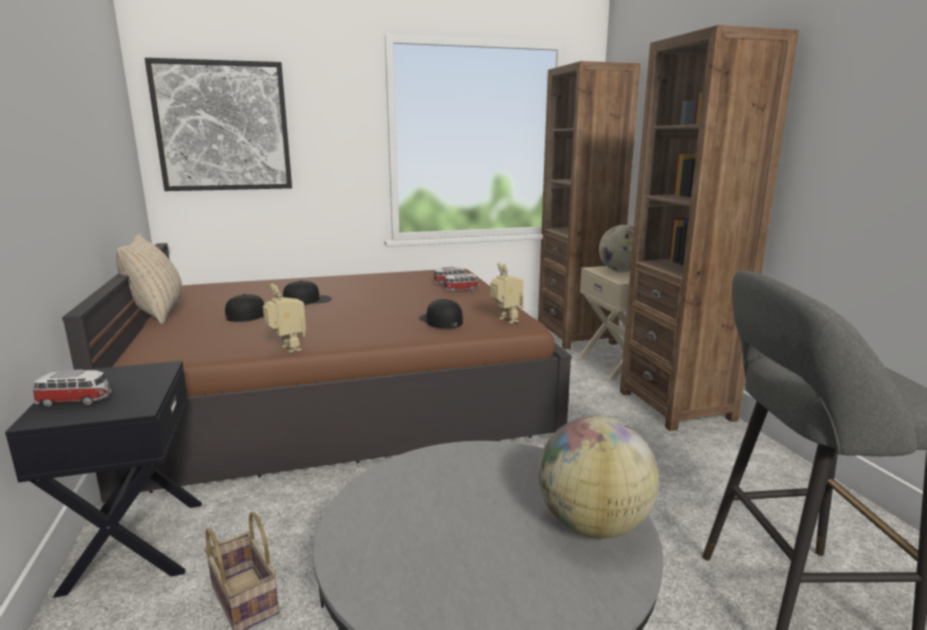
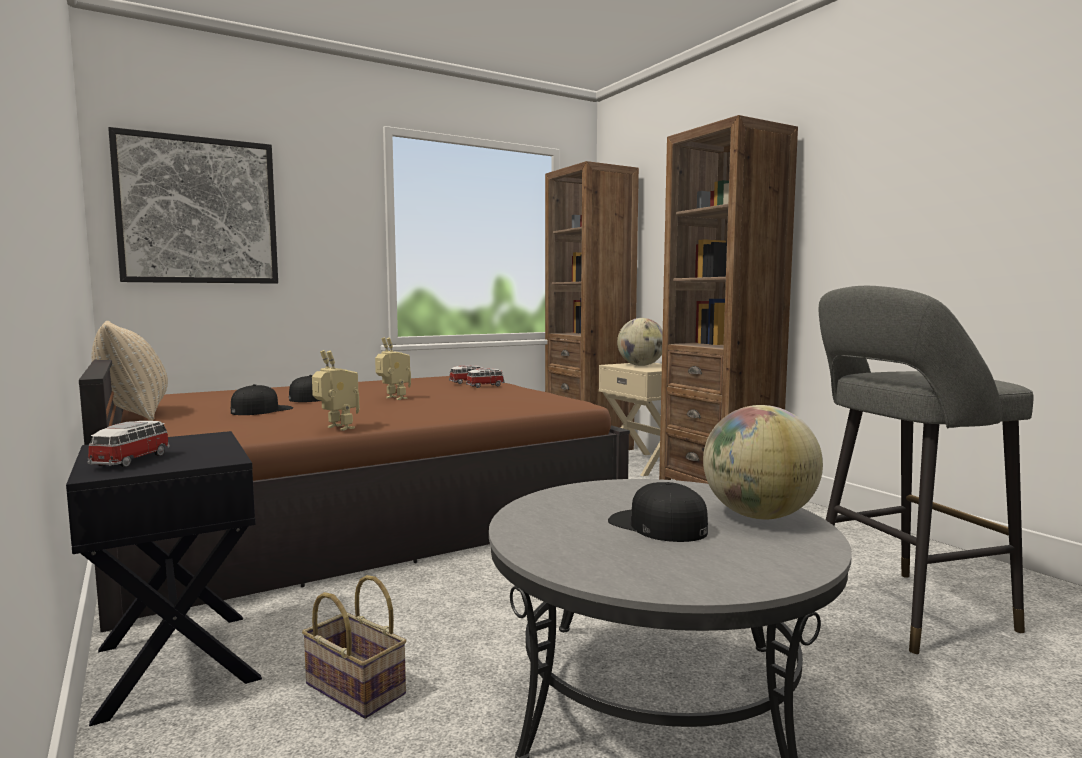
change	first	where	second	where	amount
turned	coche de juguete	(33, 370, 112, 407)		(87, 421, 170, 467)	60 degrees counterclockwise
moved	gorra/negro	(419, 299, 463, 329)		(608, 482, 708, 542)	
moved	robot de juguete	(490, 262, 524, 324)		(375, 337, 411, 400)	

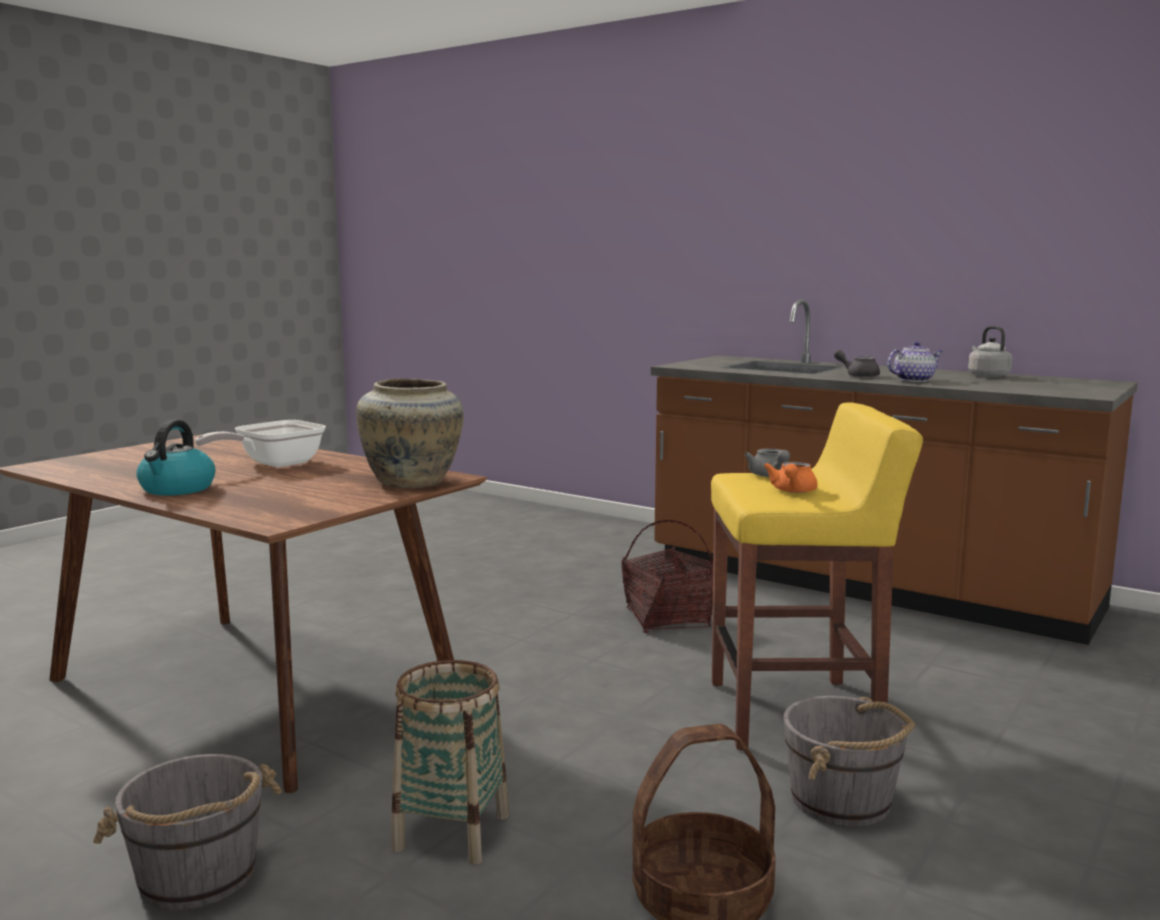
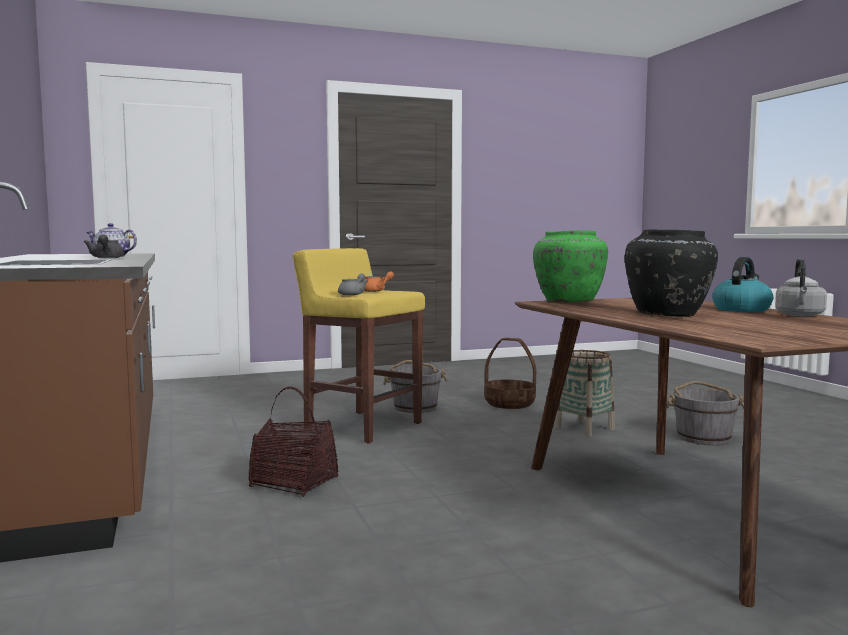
change	first	where	second	where	amount
replaced	sartén	(195, 420, 326, 467)	florero/negro	(625, 230, 718, 317)	
recoloured	florero/beis	(356, 378, 464, 488)	florero/verde	(533, 230, 608, 302)	
moved	hervidor/gris	(968, 326, 1012, 378)		(775, 258, 827, 317)	

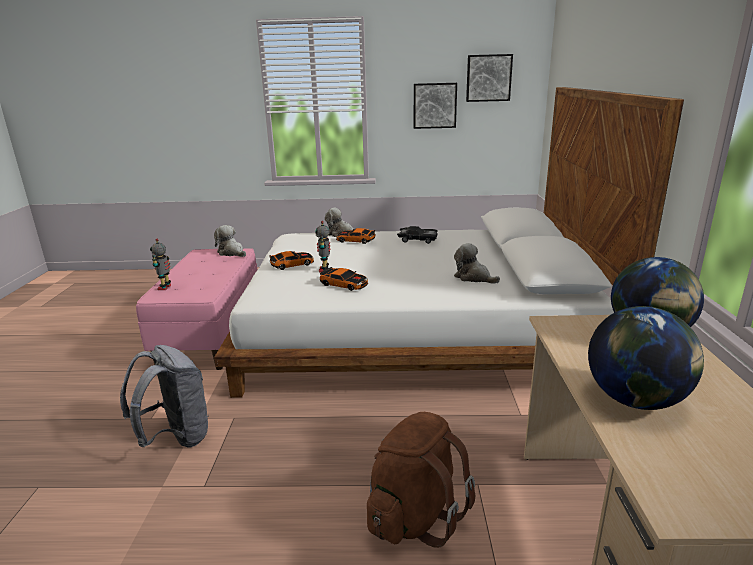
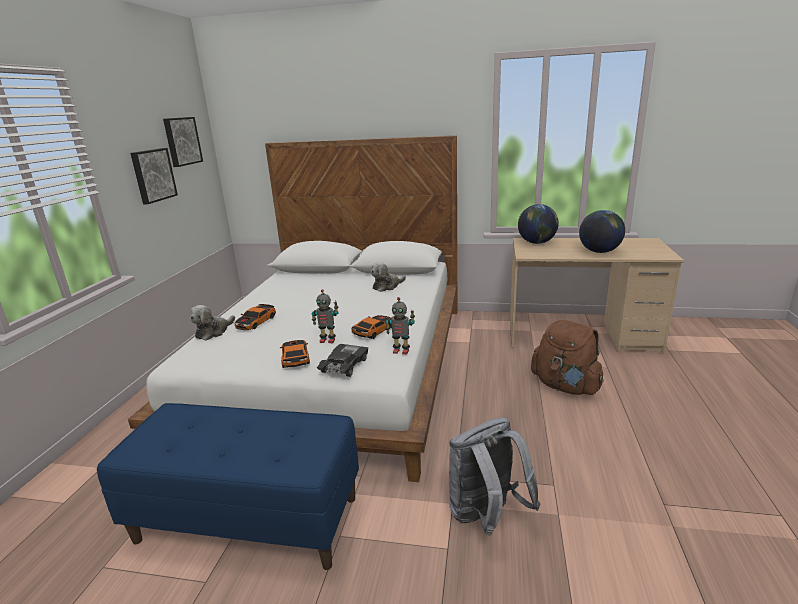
change	first	where	second	where	amount
recoloured	banco/rosa	(136, 248, 258, 370)	banco/azul	(97, 403, 359, 570)	
moved	robot de juguete	(150, 239, 171, 290)		(385, 297, 415, 354)	
removed	peluche	(214, 225, 246, 257)			
moved	coche de juguete/negro	(397, 226, 438, 244)		(317, 344, 368, 377)	

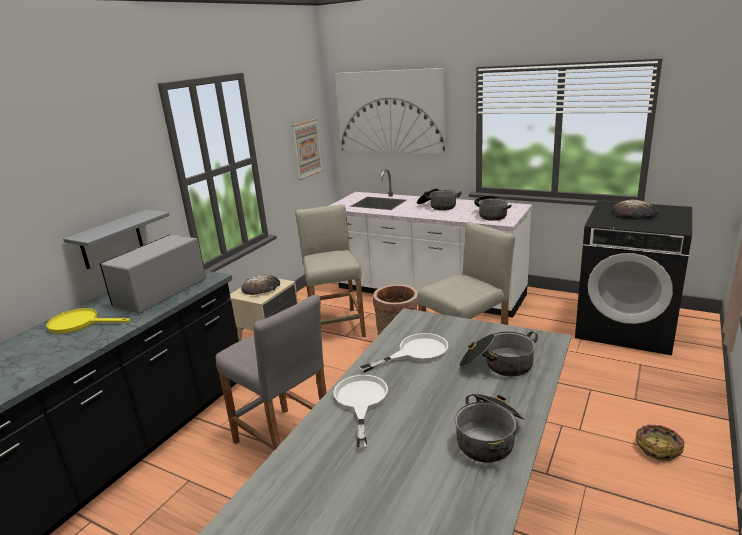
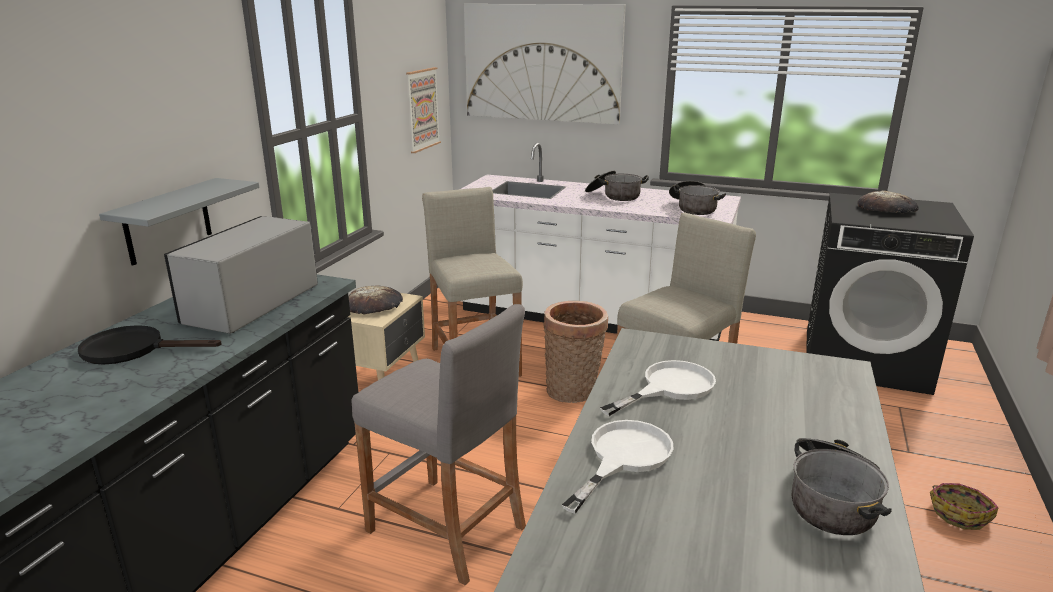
change	first	where	second	where	amount
recoloured	sartén/amarillo	(46, 308, 130, 334)	sartén/negro	(78, 325, 222, 365)	
turned	sartén/blanco	(334, 375, 388, 449)		(562, 420, 674, 514)	45 degrees clockwise
removed	olla	(459, 331, 538, 377)			

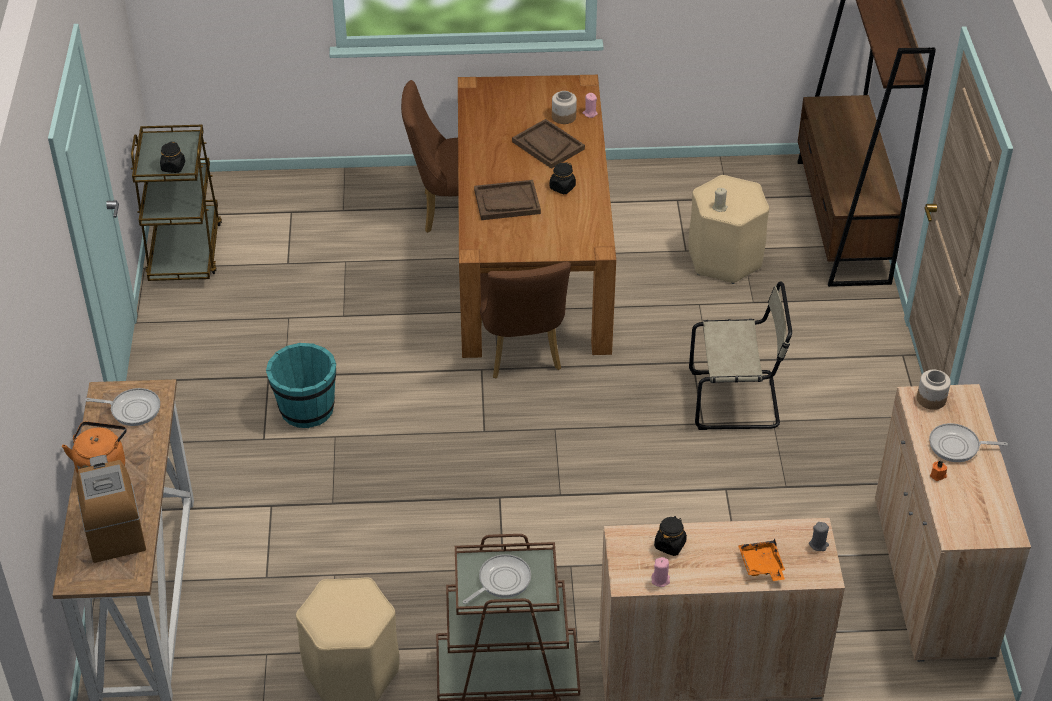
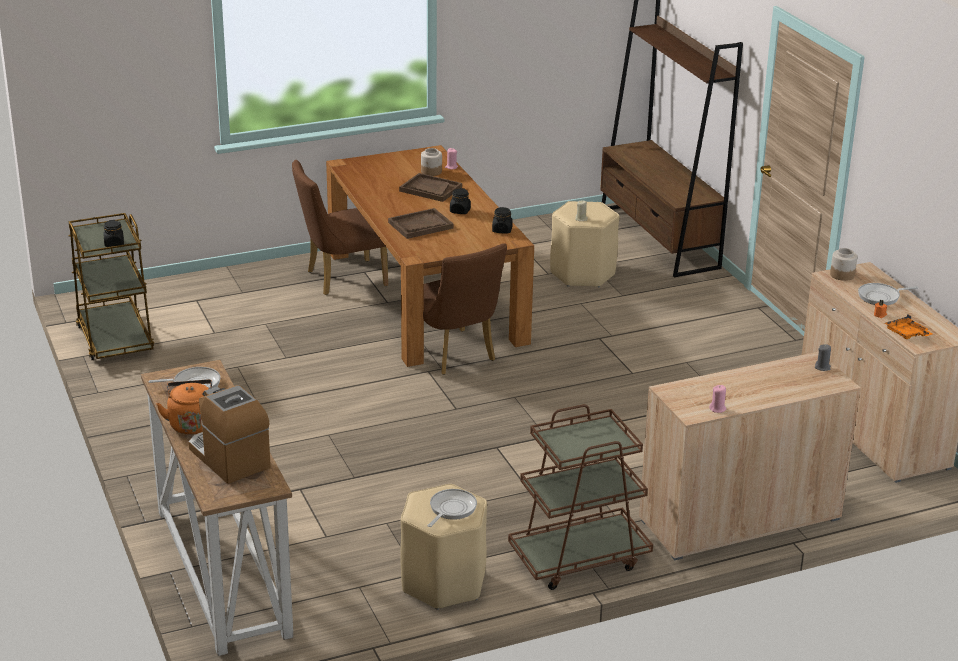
change	first	where	second	where	amount
removed	cubo/turquesa	(266, 343, 336, 428)			
moved	sartén	(463, 554, 531, 604)		(427, 489, 477, 527)	
moved	tarro/negro	(654, 516, 687, 556)		(492, 207, 513, 233)	
removed	silla/beis	(689, 281, 792, 430)			
moved	bandeja/naranja	(738, 539, 785, 581)		(885, 314, 932, 339)	

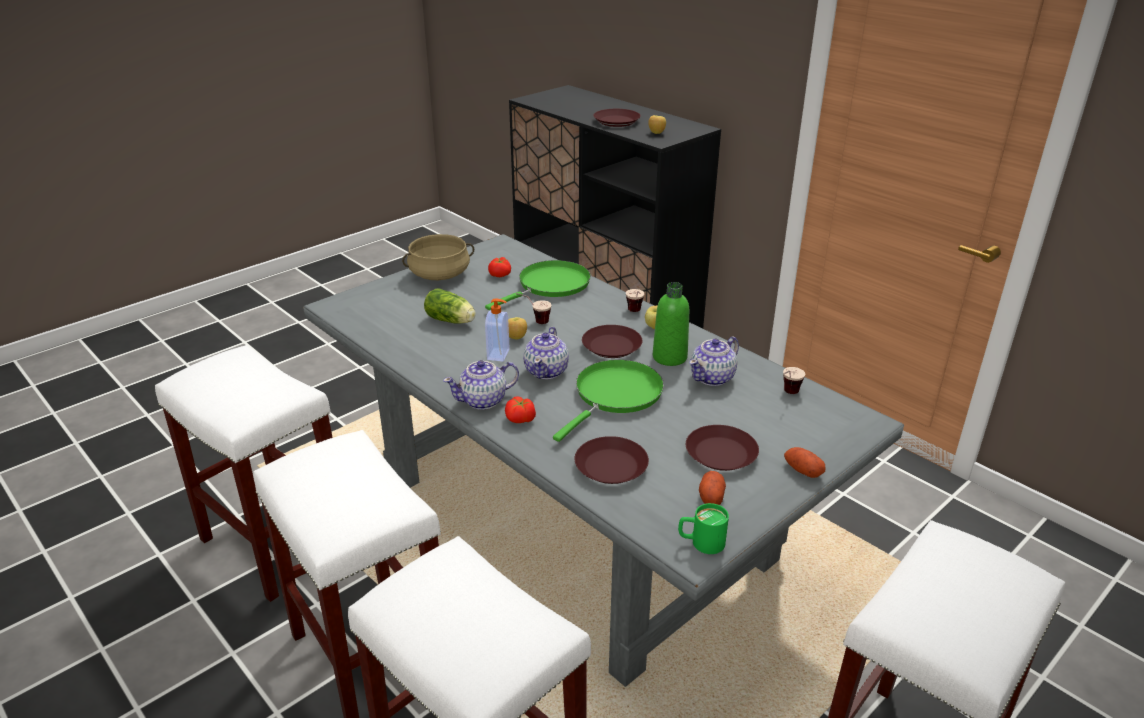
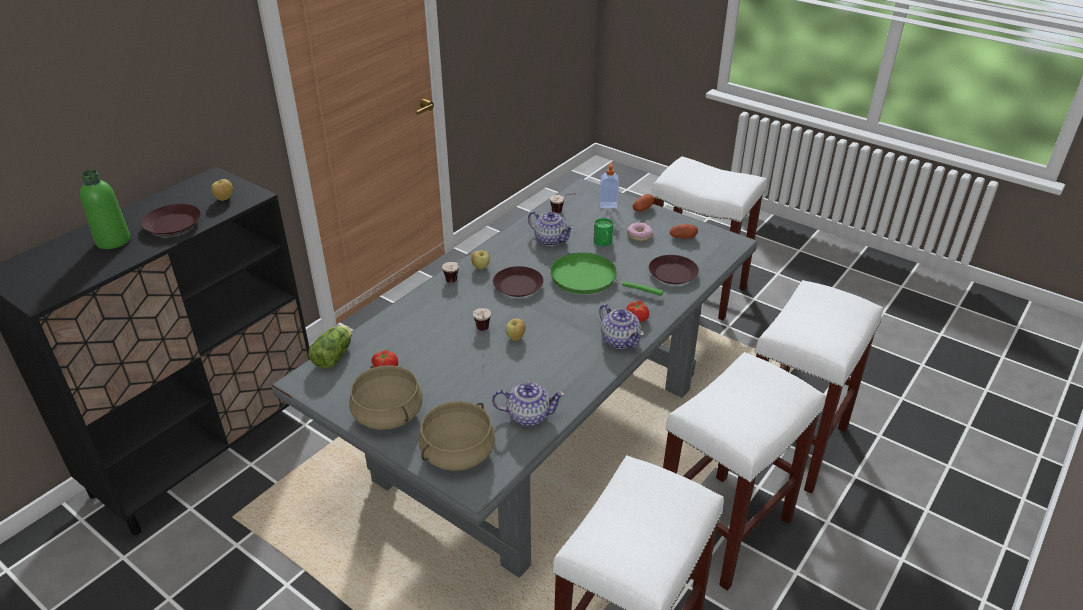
change	first	where	second	where	amount
moved	lechuga	(424, 289, 476, 324)		(308, 325, 352, 369)	
removed	sartén/verde	(485, 260, 591, 310)			
moved	dispensador de jabón	(485, 299, 510, 361)		(599, 163, 619, 208)	
moved	tetera	(523, 327, 569, 379)		(492, 382, 565, 426)	
moved	botella/verde	(653, 282, 689, 366)		(80, 170, 130, 249)	
moved	taza grande/verde	(678, 503, 729, 554)		(594, 218, 613, 246)	
replaced	plato/marrón	(686, 425, 759, 471)	rosquilla	(627, 222, 653, 241)	
added			olla/beis	(419, 401, 495, 471)	

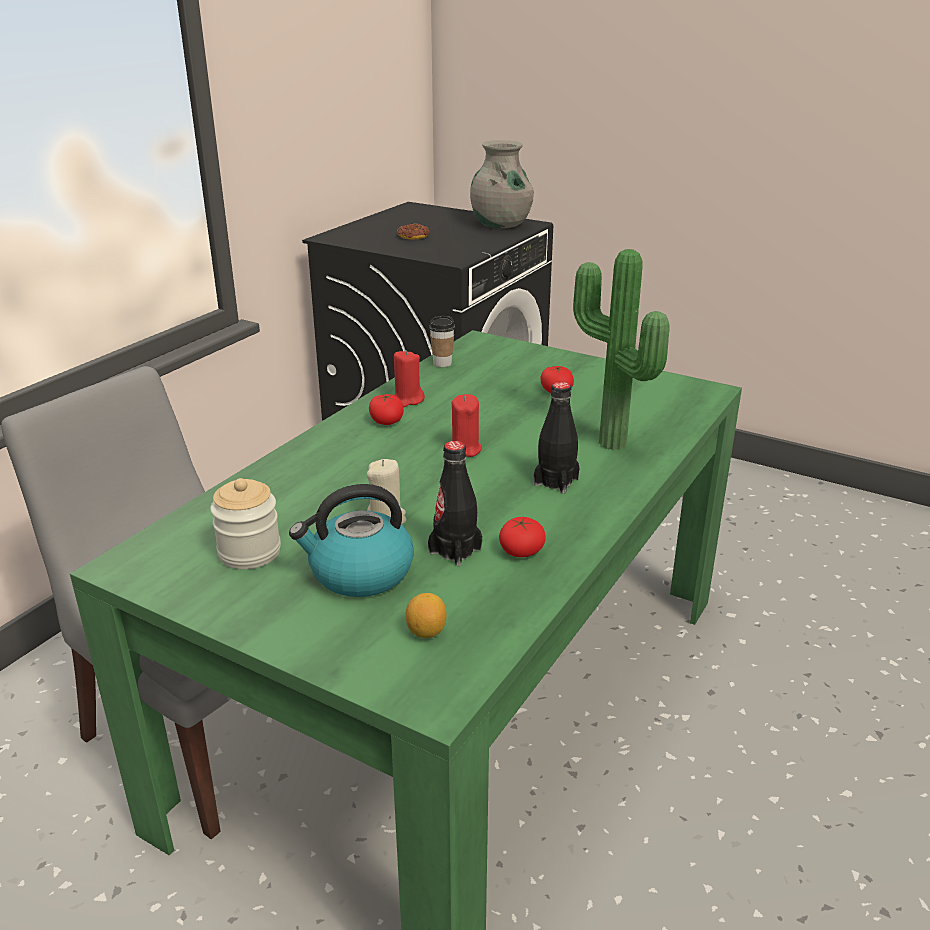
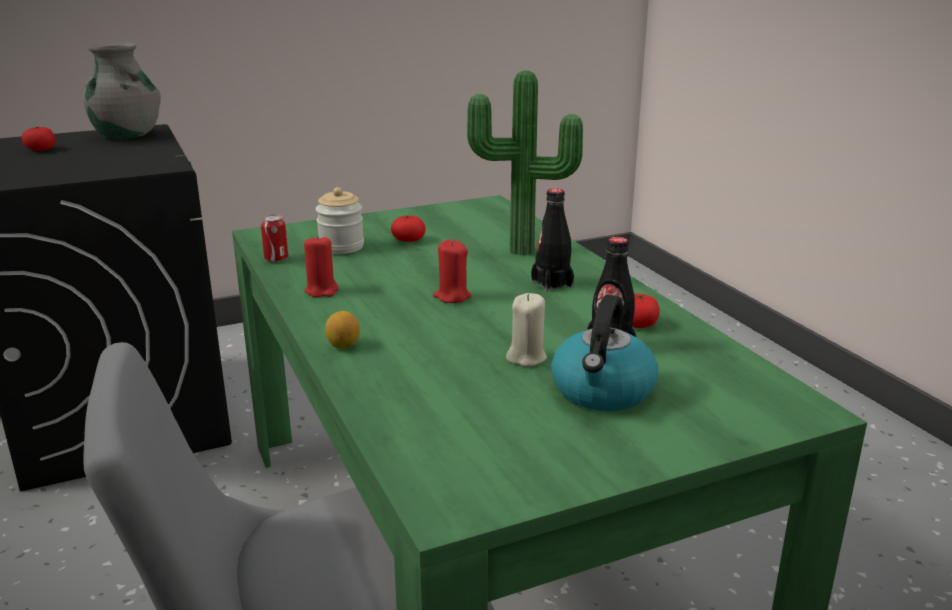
change	first	where	second	where	amount
moved	tarro	(210, 478, 281, 569)		(316, 187, 364, 254)	
moved	tomate	(369, 394, 404, 425)		(22, 126, 56, 151)	
removed	rosquilla	(397, 224, 430, 240)			
moved	limón	(406, 593, 447, 638)		(325, 311, 360, 349)	
replaced	taza	(429, 316, 455, 367)	lata	(261, 215, 288, 262)	

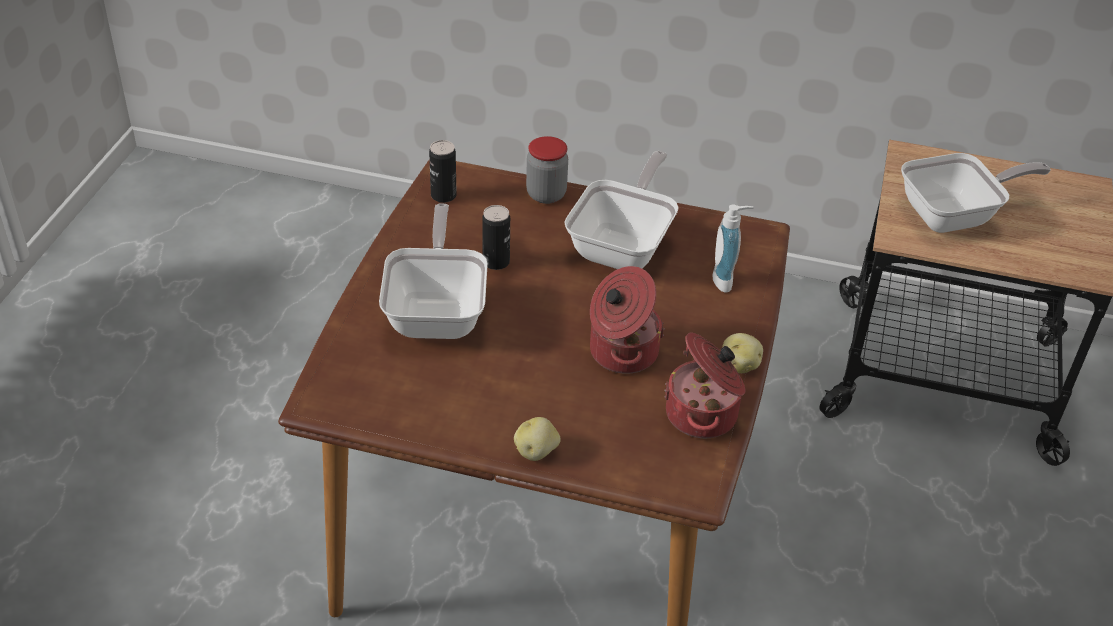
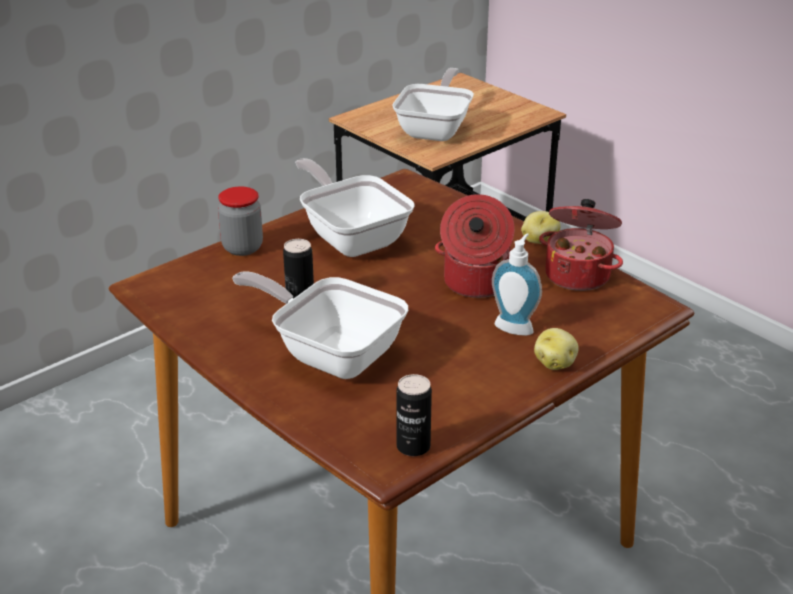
change	first	where	second	where	amount
moved	lata	(429, 140, 457, 203)		(397, 374, 432, 456)	
moved	dispensador de jabón	(713, 204, 754, 293)		(492, 234, 542, 336)	

